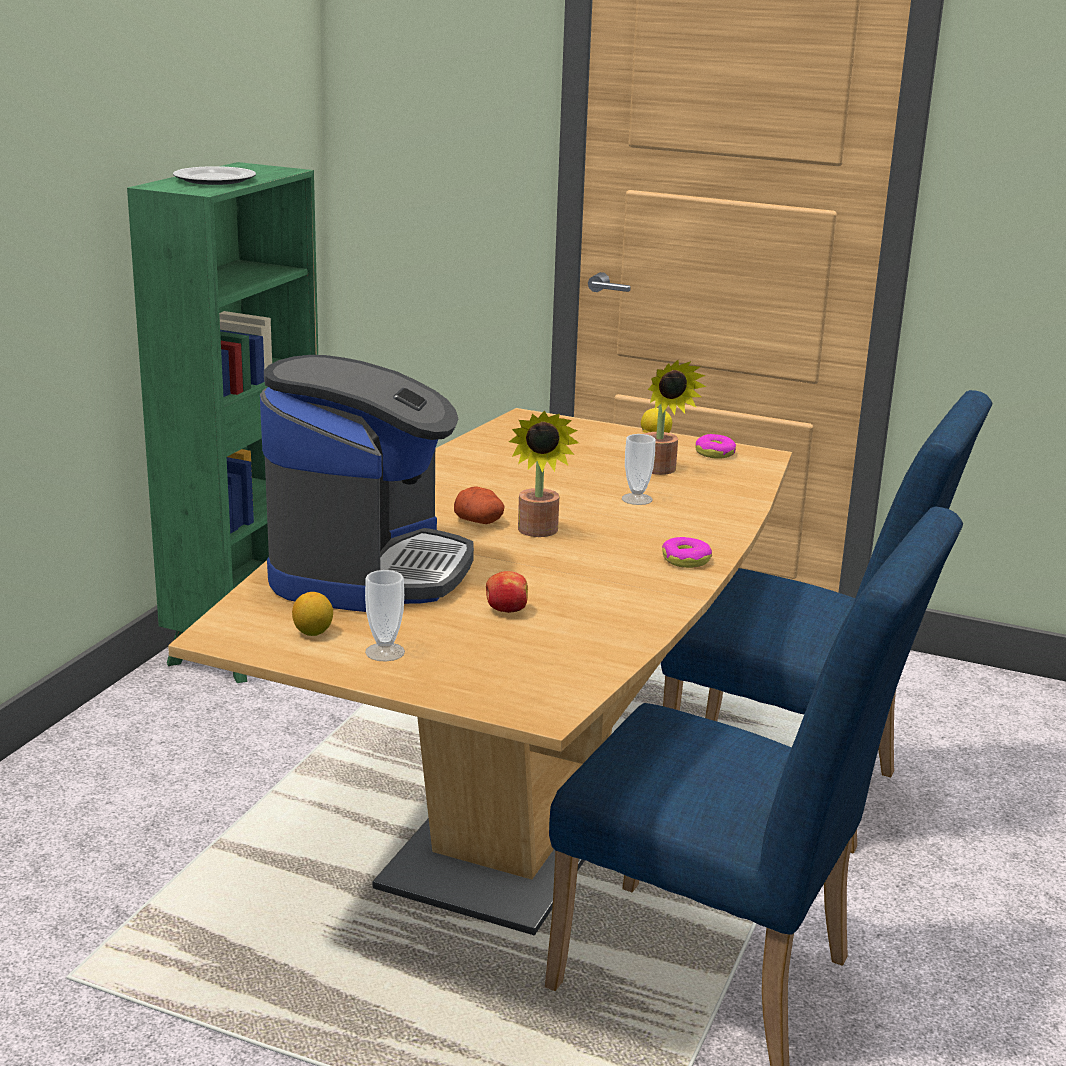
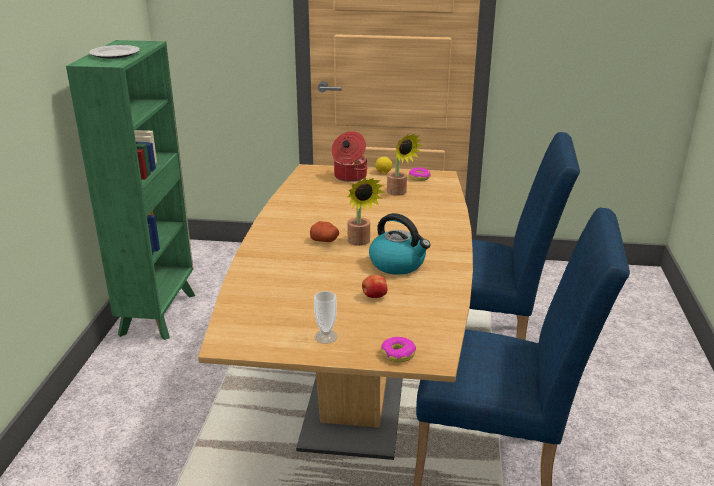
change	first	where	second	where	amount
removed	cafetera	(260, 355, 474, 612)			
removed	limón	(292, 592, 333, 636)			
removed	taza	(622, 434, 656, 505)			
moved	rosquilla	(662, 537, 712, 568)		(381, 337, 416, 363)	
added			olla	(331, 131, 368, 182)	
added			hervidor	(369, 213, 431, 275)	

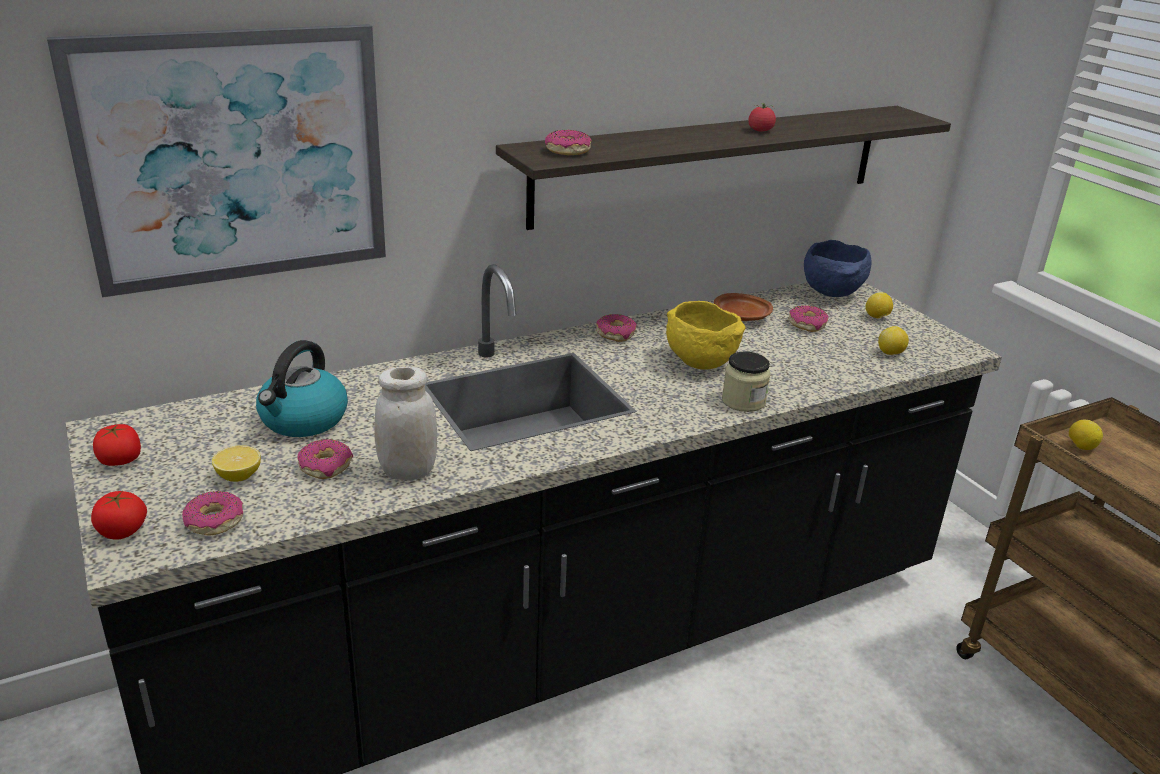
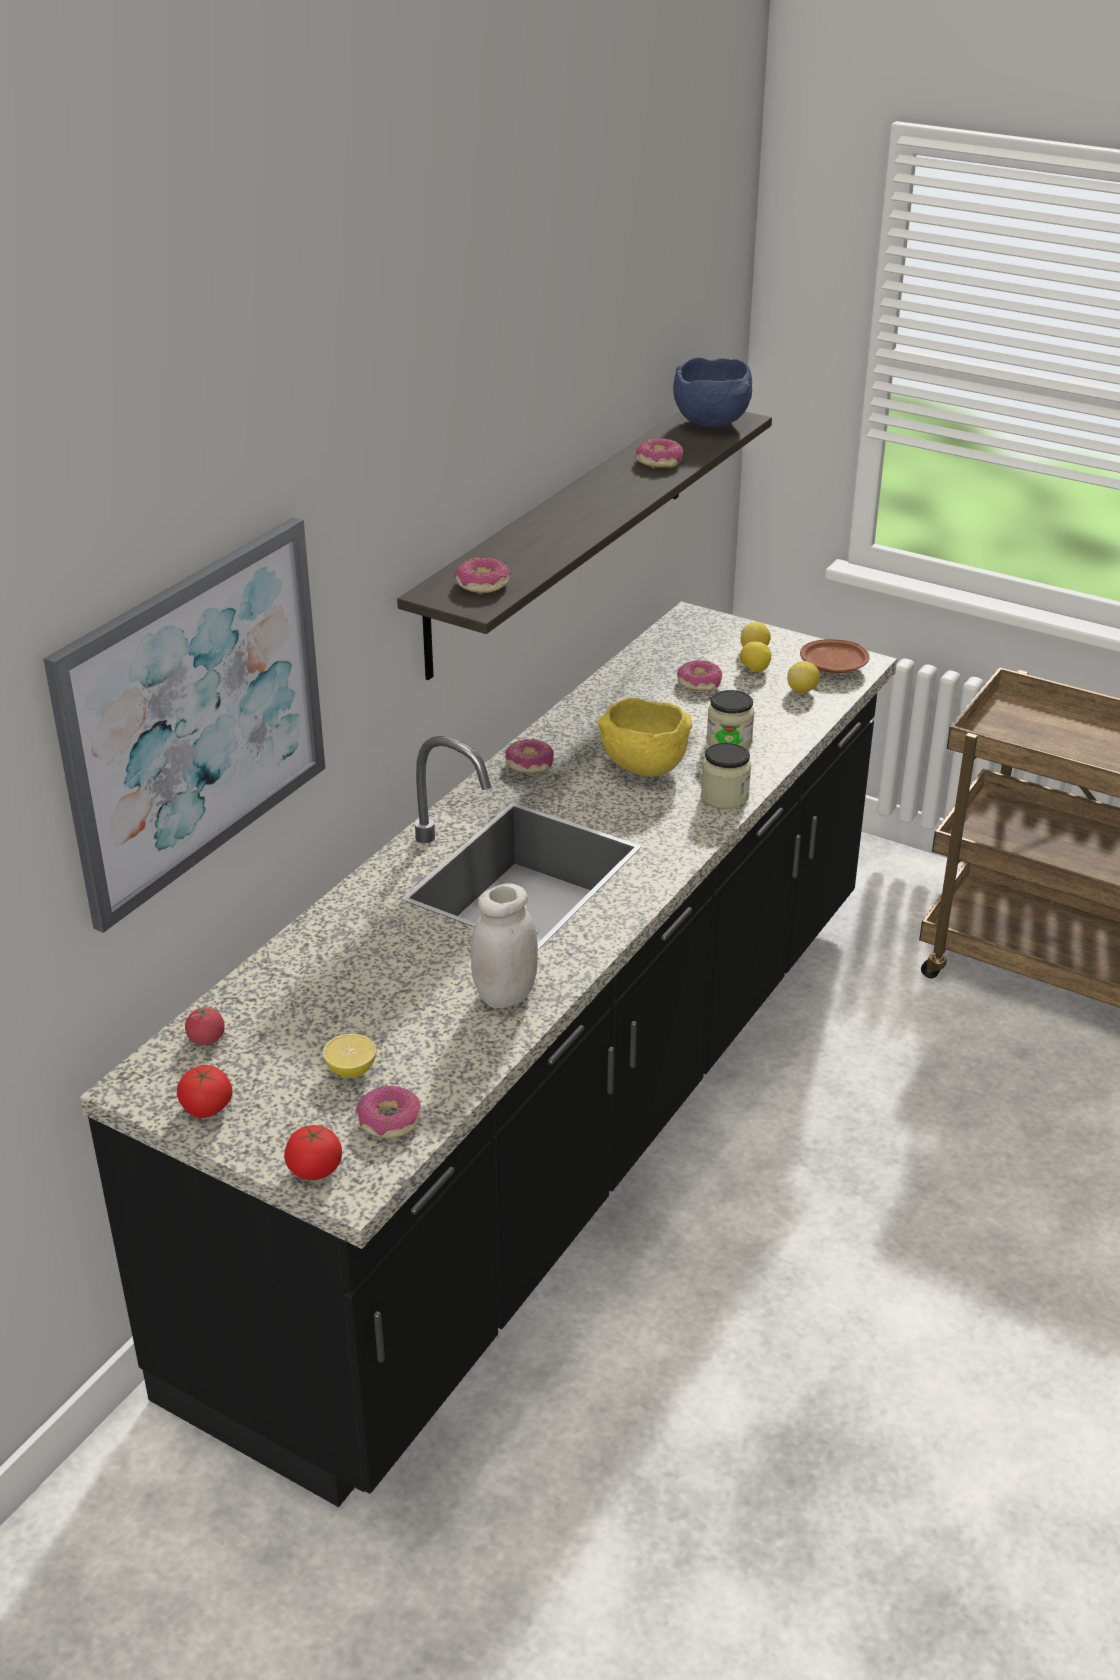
change	first	where	second	where	amount
removed	hervidor	(256, 340, 348, 437)			
moved	rosquilla	(297, 439, 353, 479)		(636, 438, 683, 468)	
moved	plato/marrón	(714, 293, 773, 321)		(800, 639, 870, 673)	
moved	tomate	(748, 103, 776, 132)		(185, 1005, 225, 1045)	
moved	cuenco/azul	(804, 240, 872, 297)		(673, 358, 752, 427)	
moved	limón	(1069, 419, 1103, 450)		(740, 641, 771, 672)	
added			tarro	(706, 690, 755, 749)	

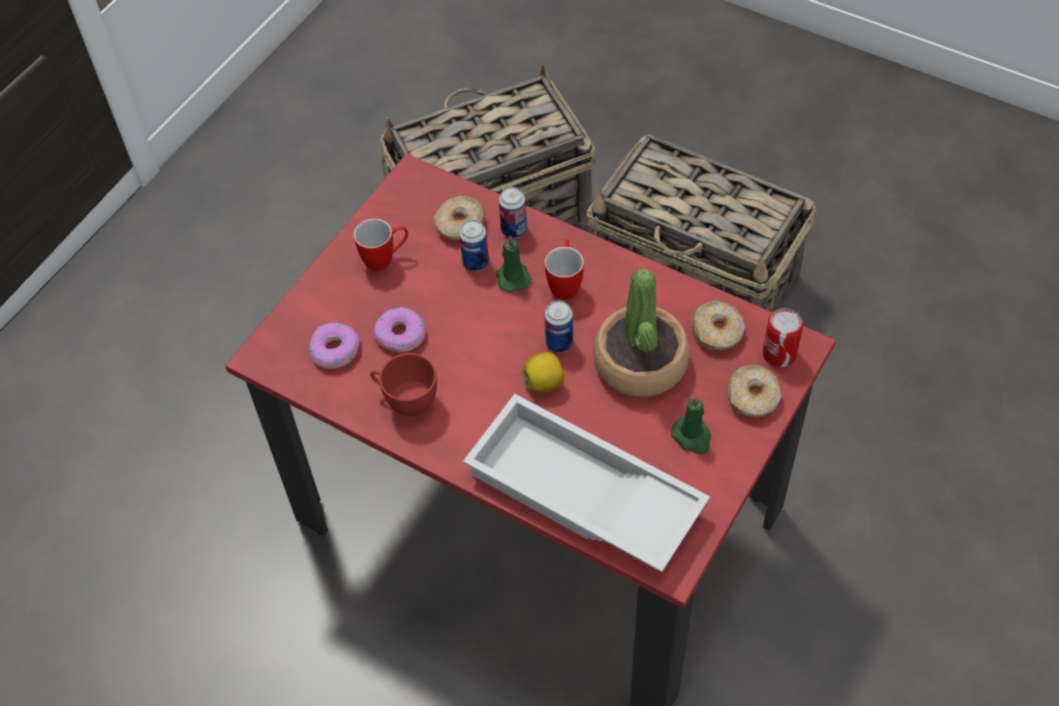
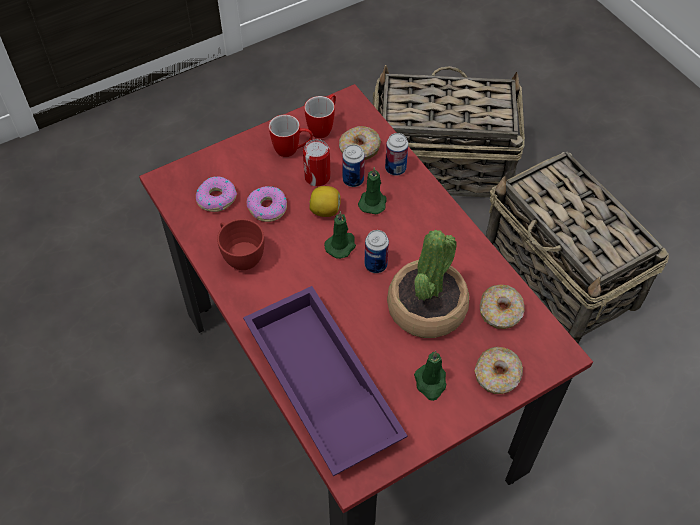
change	first	where	second	where	amount
recoloured	bandeja/blanco	(463, 394, 710, 572)	bandeja/morado	(243, 286, 408, 476)	
moved	limón	(522, 352, 564, 393)		(309, 186, 341, 217)	
moved	taza grande	(544, 239, 584, 300)		(304, 94, 336, 138)	
moved	lata	(762, 308, 803, 367)		(303, 139, 330, 186)	
added			vela/verde	(324, 211, 356, 259)	

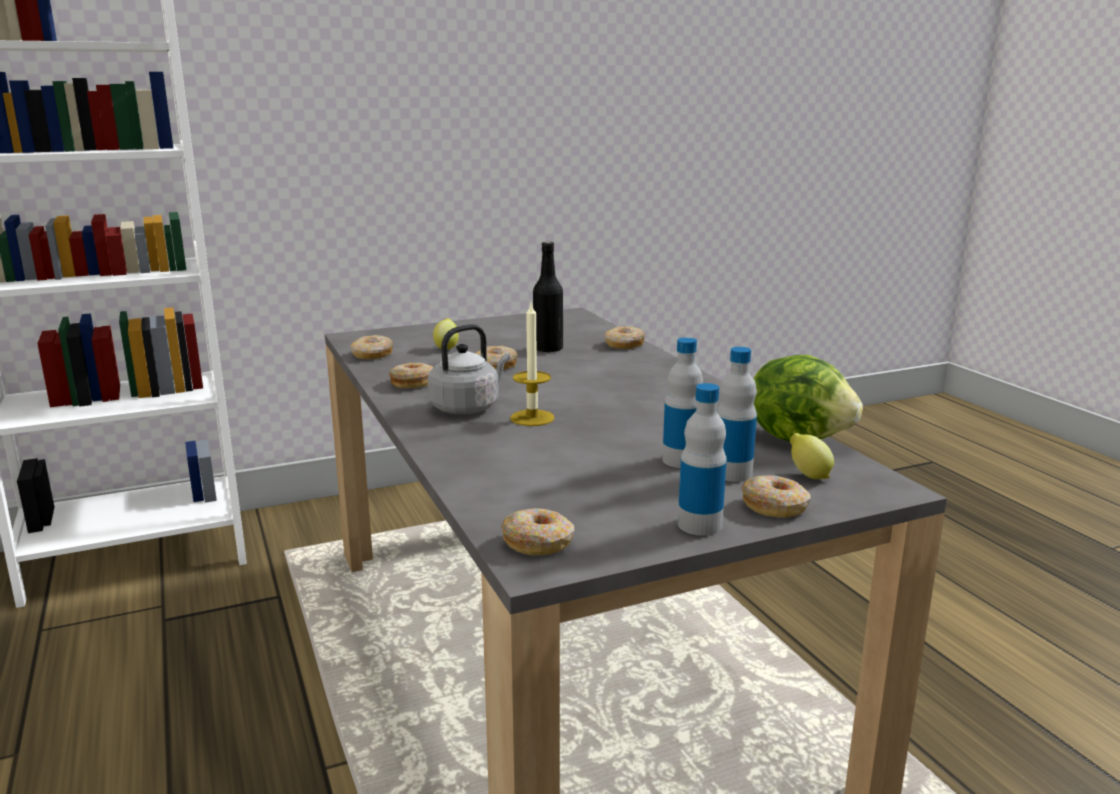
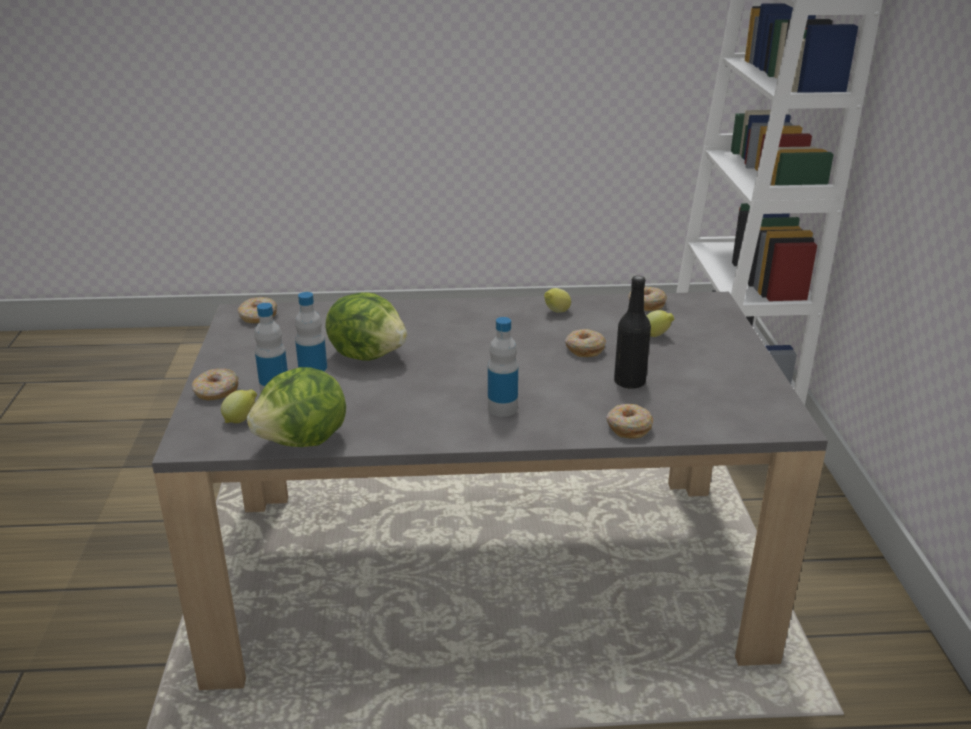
change	first	where	second	where	amount
replaced	rosquilla	(389, 363, 433, 388)	limón	(544, 288, 571, 313)	
removed	hervidor/gris	(428, 324, 510, 414)			
removed	vela	(510, 304, 554, 426)			
moved	botella	(678, 383, 727, 536)		(488, 317, 518, 417)	
added			lechuga	(326, 293, 407, 361)	

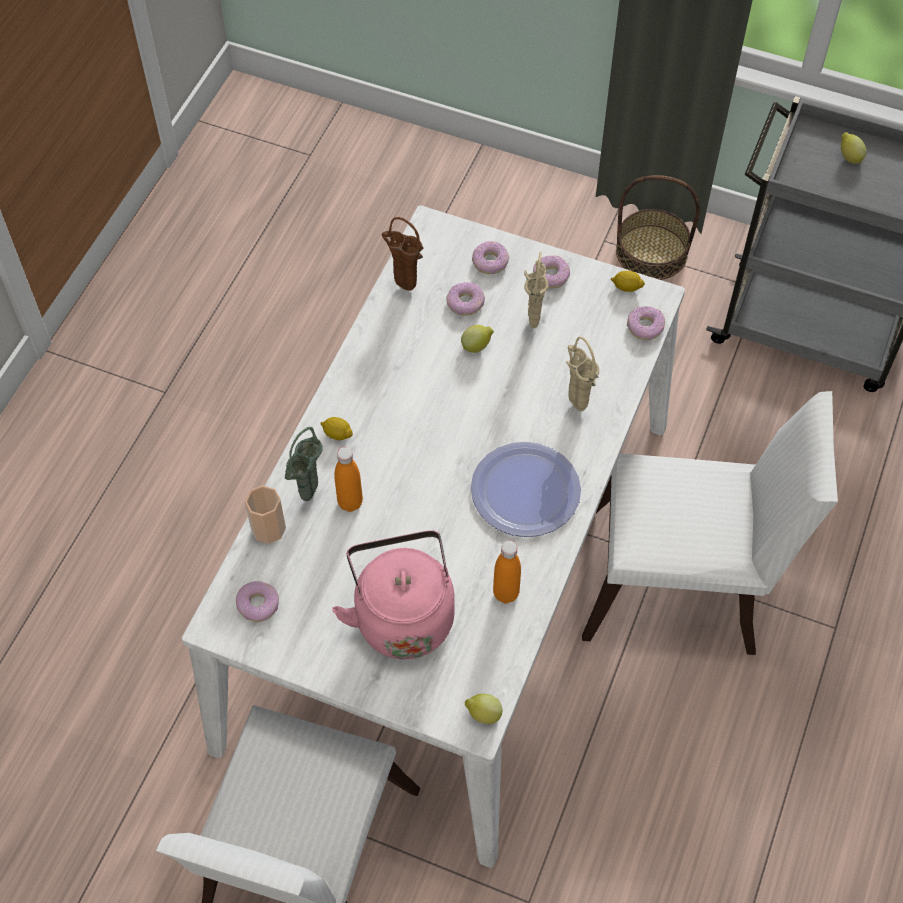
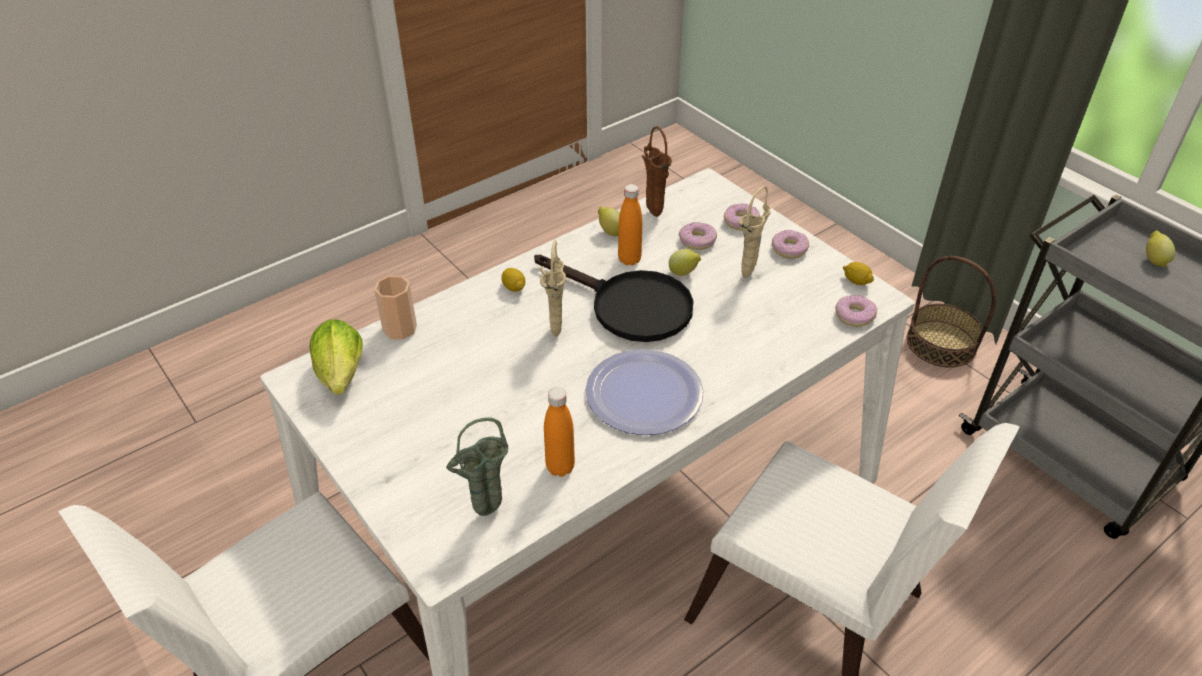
change	first	where	second	where	amount
replaced	rosquilla	(236, 581, 279, 622)	lechuga	(310, 319, 363, 395)	
moved	florero/verde	(285, 427, 323, 501)		(446, 417, 508, 516)	
removed	hervidor/rosa	(332, 530, 455, 659)			
moved	botella/naranja	(334, 447, 363, 512)		(618, 184, 642, 266)	
moved	limón	(465, 694, 502, 724)		(598, 206, 620, 236)	
moved	florero/beis	(566, 336, 599, 411)		(540, 240, 566, 337)	
added			sartén/negro	(534, 255, 694, 342)	

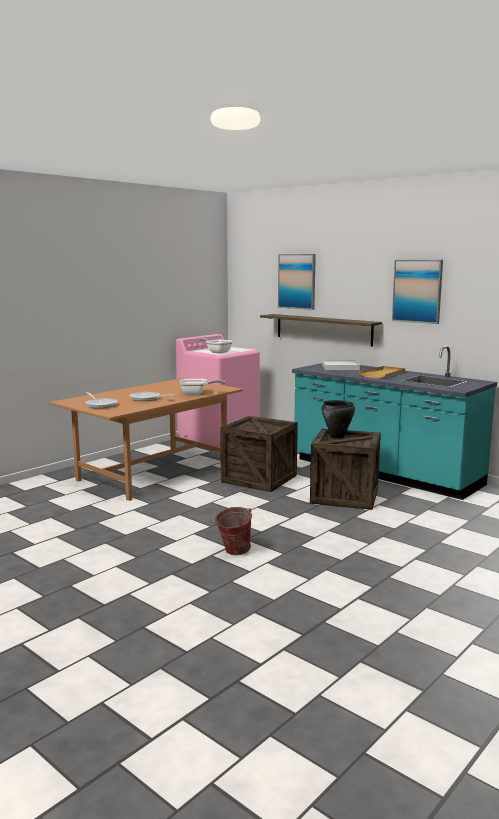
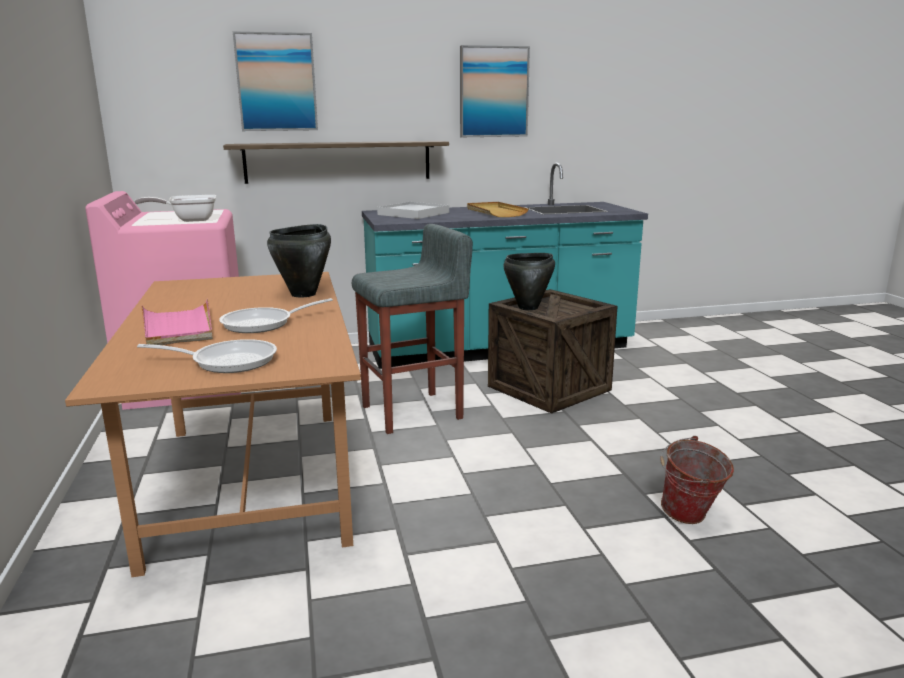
change	first	where	second	where	amount
replaced	sartén	(179, 379, 225, 395)	olla/negro	(267, 224, 331, 298)	
replaced	caja de embalaje	(220, 416, 298, 492)	taburete/gris	(352, 224, 473, 434)	
added			bandeja/rosa	(141, 299, 213, 345)	

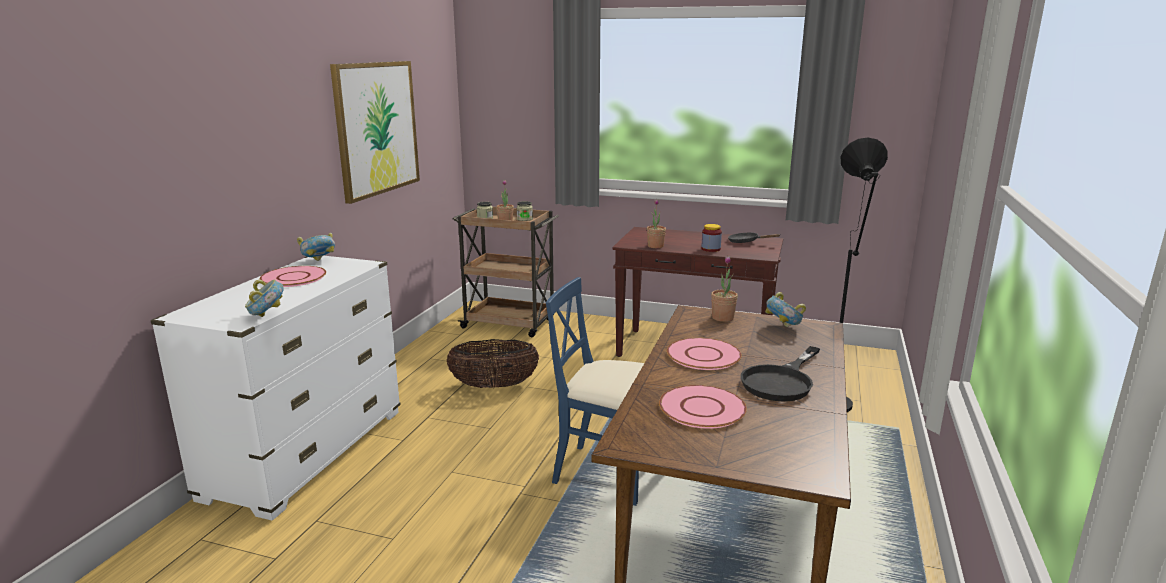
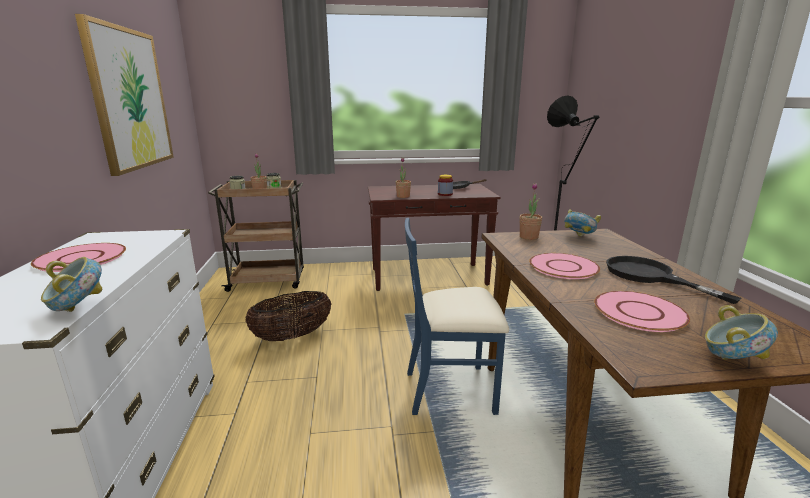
change	first	where	second	where	amount
moved	cuenco	(297, 233, 335, 261)		(705, 305, 778, 360)	
turned	sartén/negro	(741, 346, 820, 402)		(606, 256, 742, 304)	135 degrees clockwise

